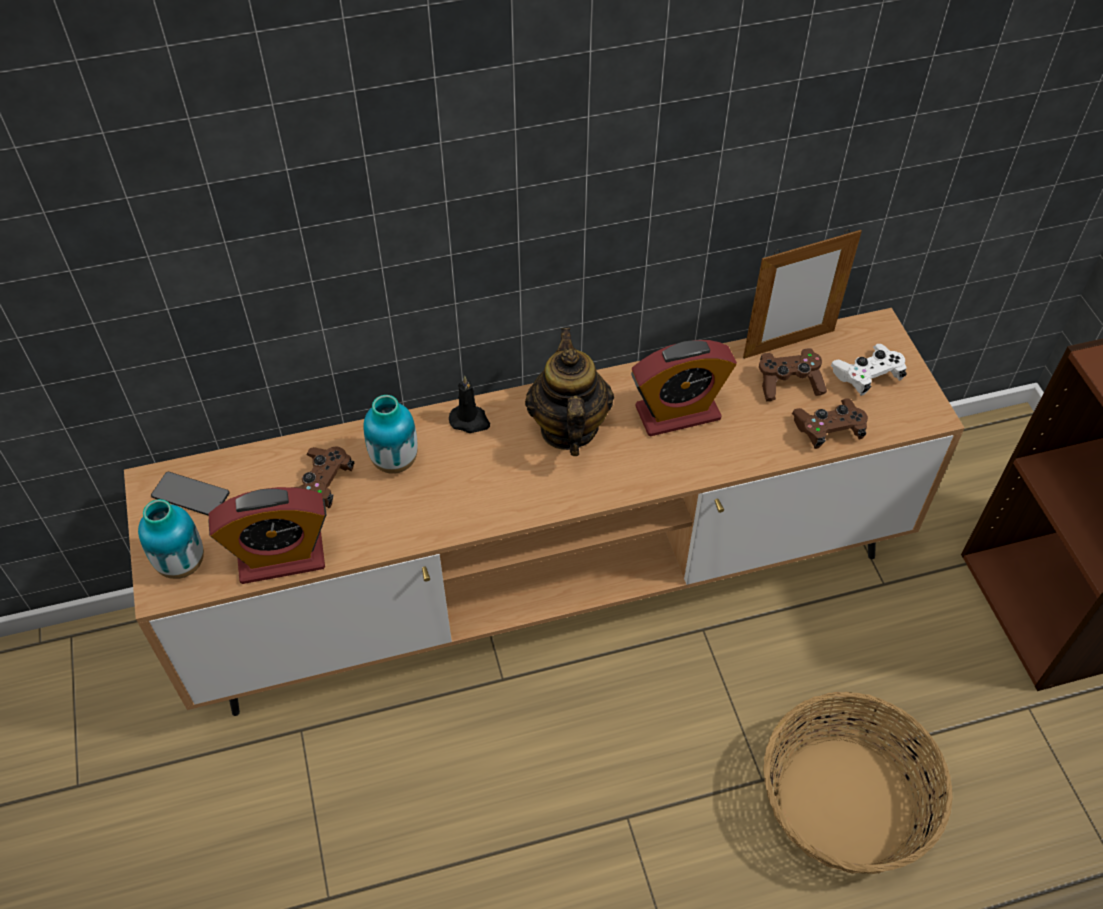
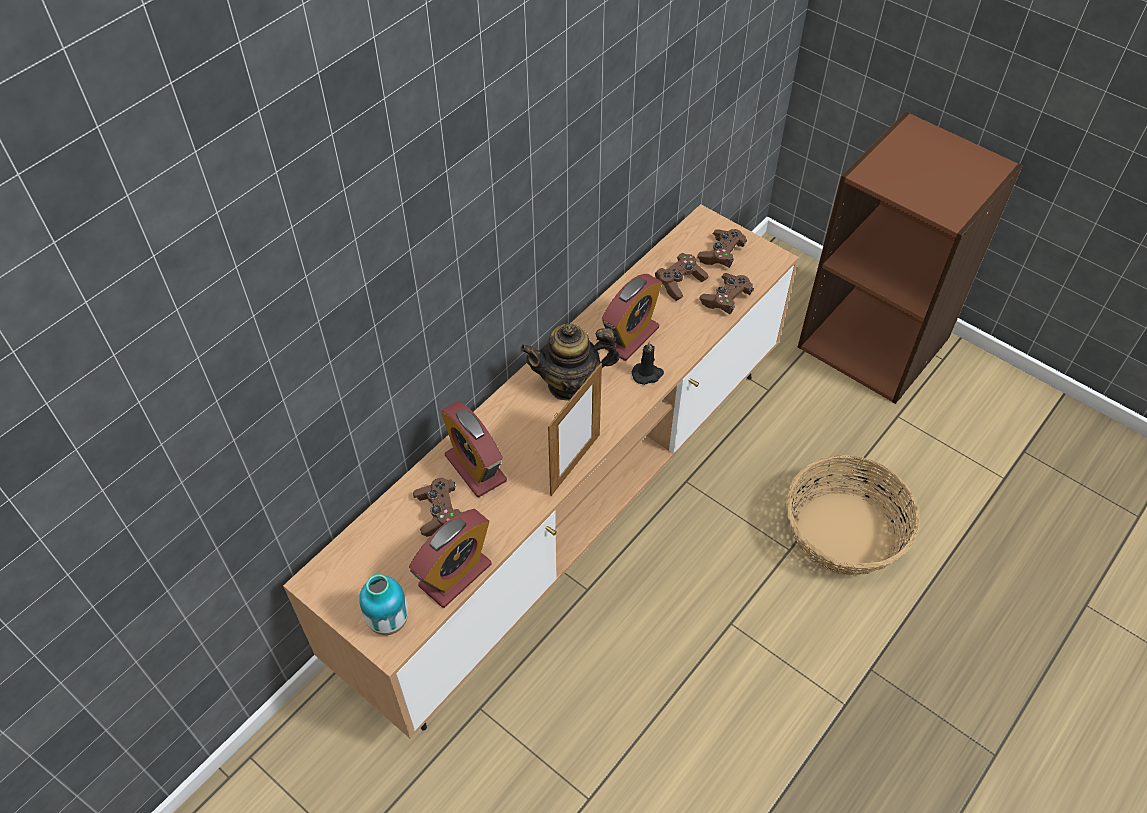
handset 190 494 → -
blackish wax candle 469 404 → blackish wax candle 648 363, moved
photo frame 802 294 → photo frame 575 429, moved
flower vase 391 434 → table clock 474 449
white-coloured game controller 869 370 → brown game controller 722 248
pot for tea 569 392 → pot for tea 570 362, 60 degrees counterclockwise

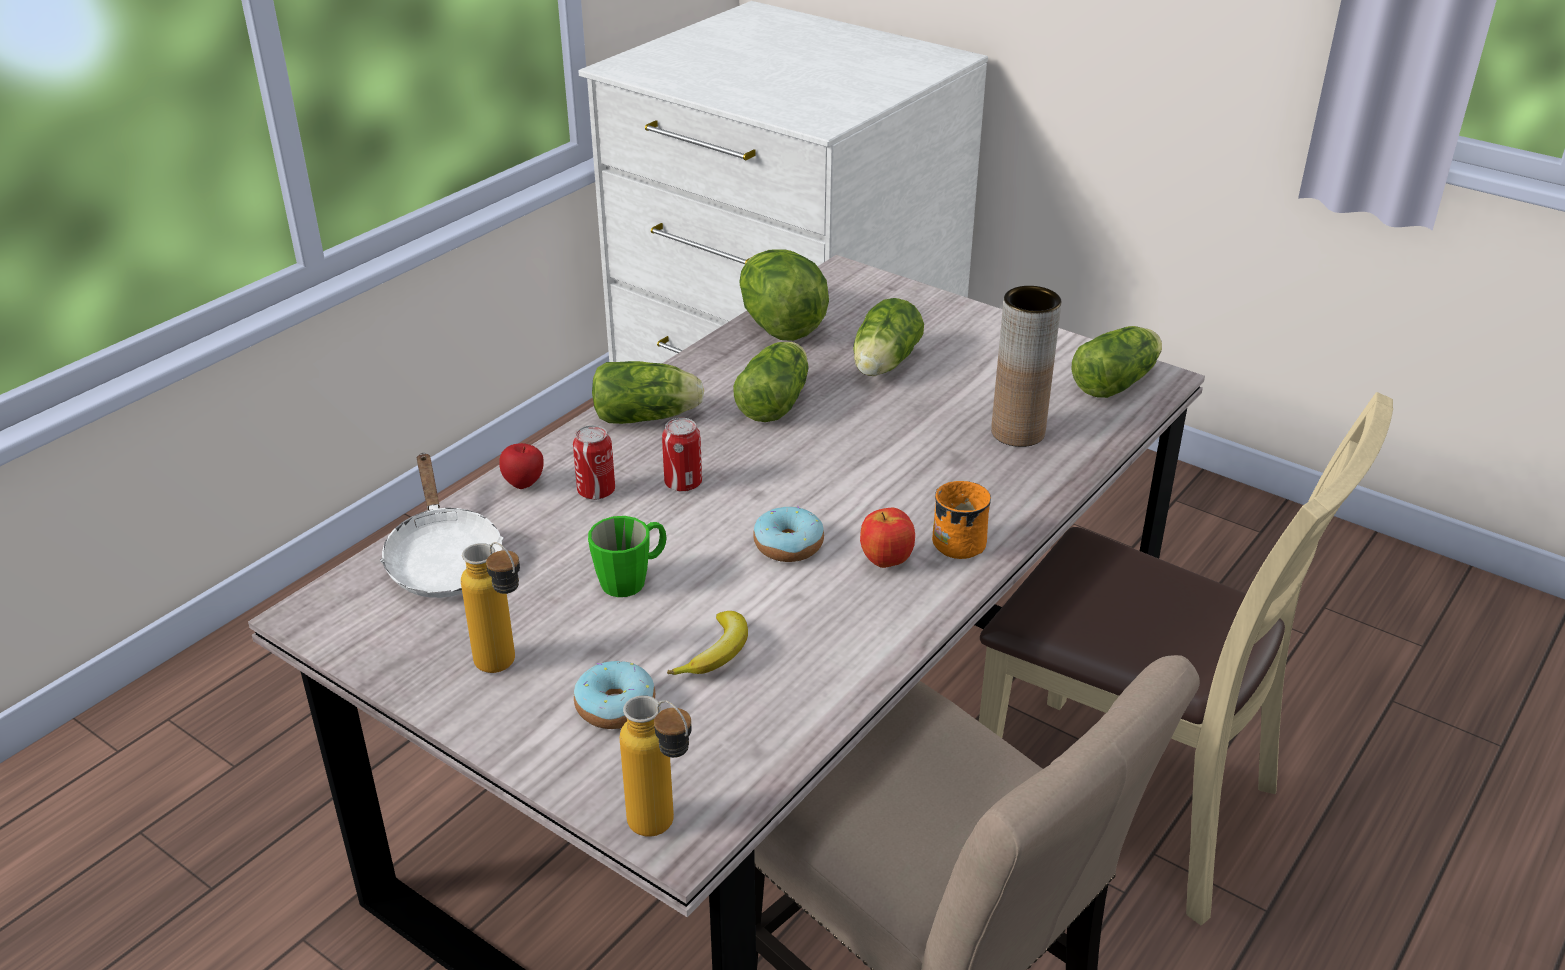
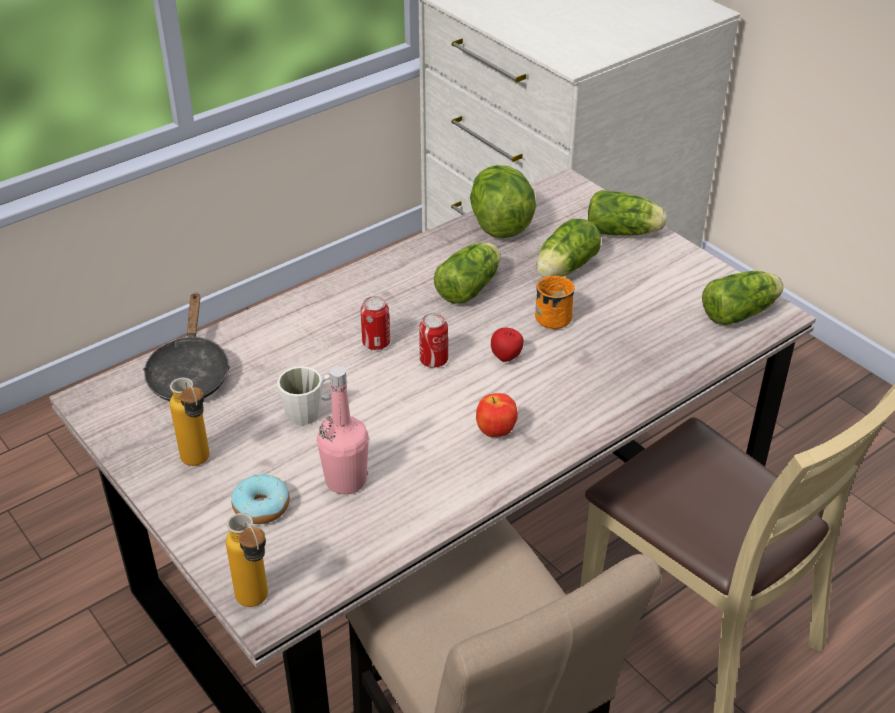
donut 788 534 → -
brown flower vase 1026 366 → -
whole apple 521 466 → whole apple 507 345, moved
sealed can 594 462 → sealed can 433 340, moved
head of lettuce 648 392 → head of lettuce 627 212, moved
orange coffee mug 961 520 → orange coffee mug 555 302, moved
whole banana 707 643 → pink drink bottle 343 430
white-coloured skillet 442 525 → blackish skillet 186 346
green coffee mug 627 556 → white-coloured coffee mug 304 395

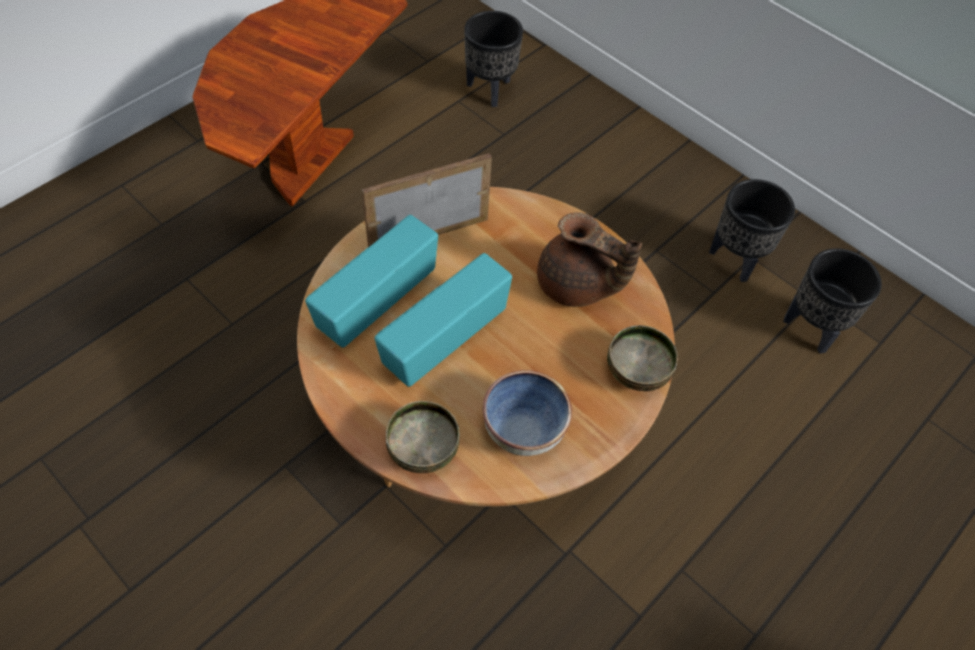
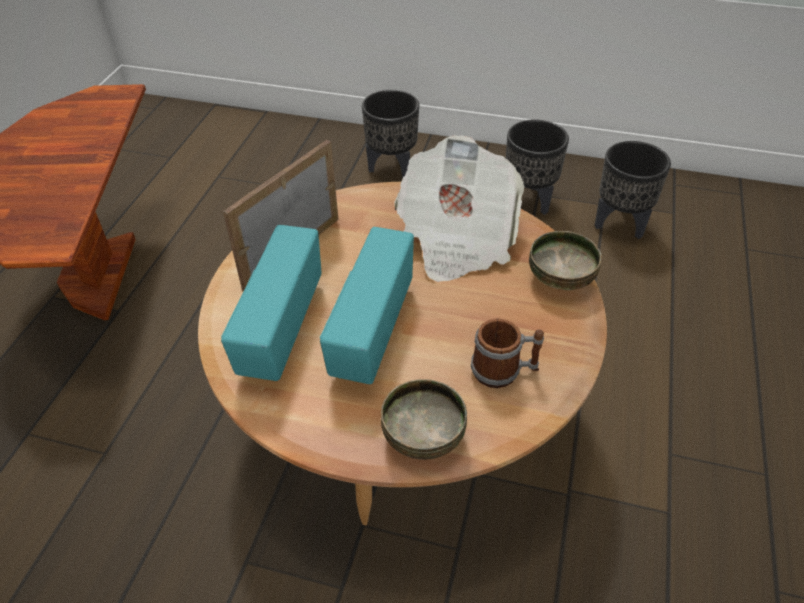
blackish planter 493 59 → blackish planter 390 134, moved
deep dish 527 413 → coffee mug 507 353
brown pot for tea 589 259 → newspaper 459 208

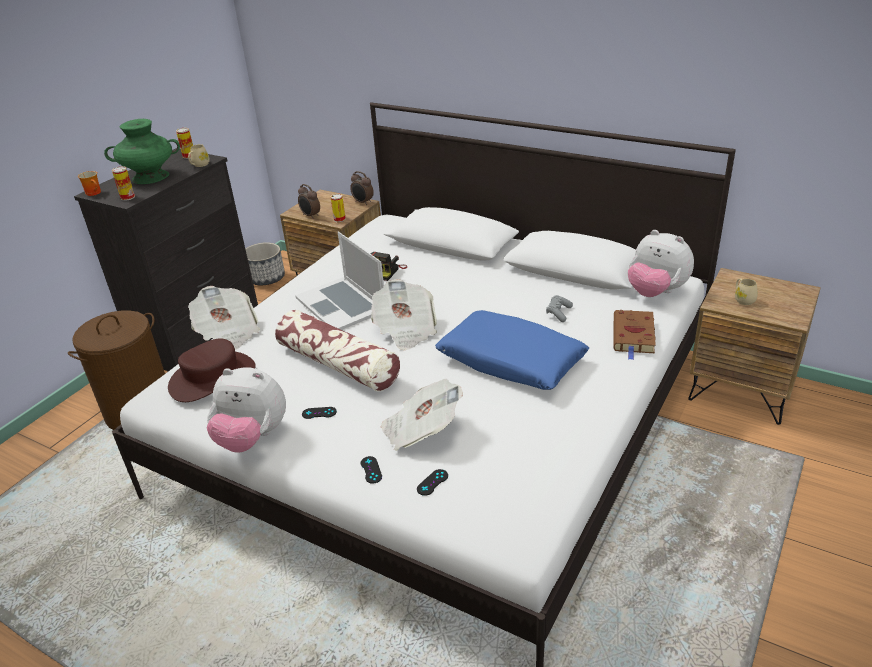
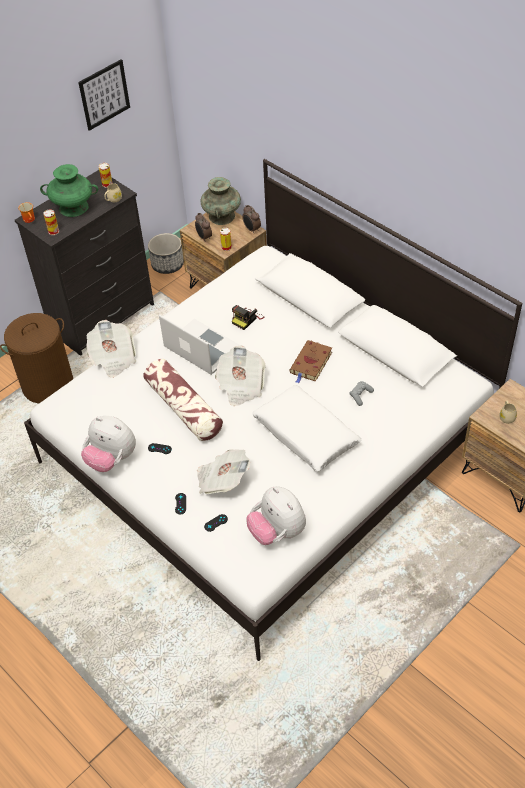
brown wearable hat 212 370 → -
- → picture 104 95
- → turquoise flower vase 221 201
brown volume 635 335 → brown volume 310 362, moved
plush toy 661 263 → plush toy 276 515, moved
bluish pillow 512 350 → white-coloured pillow 306 428
notebook computer 339 281 → notebook computer 200 344, 150 degrees clockwise

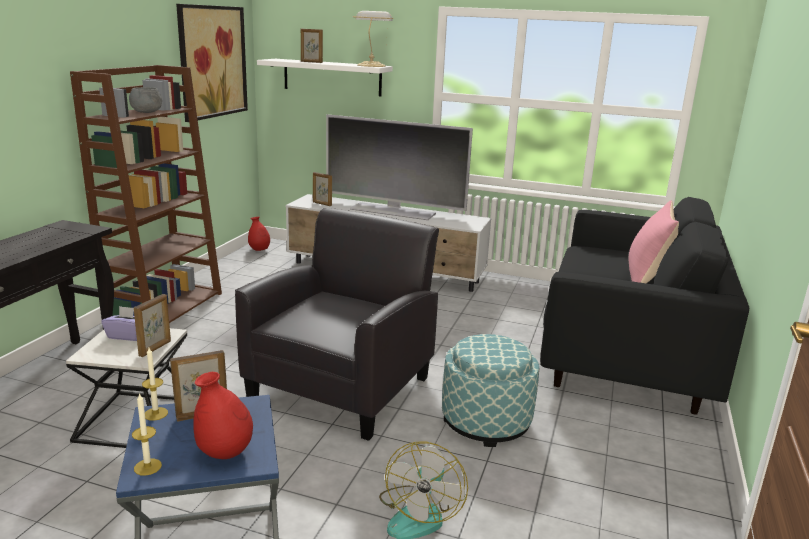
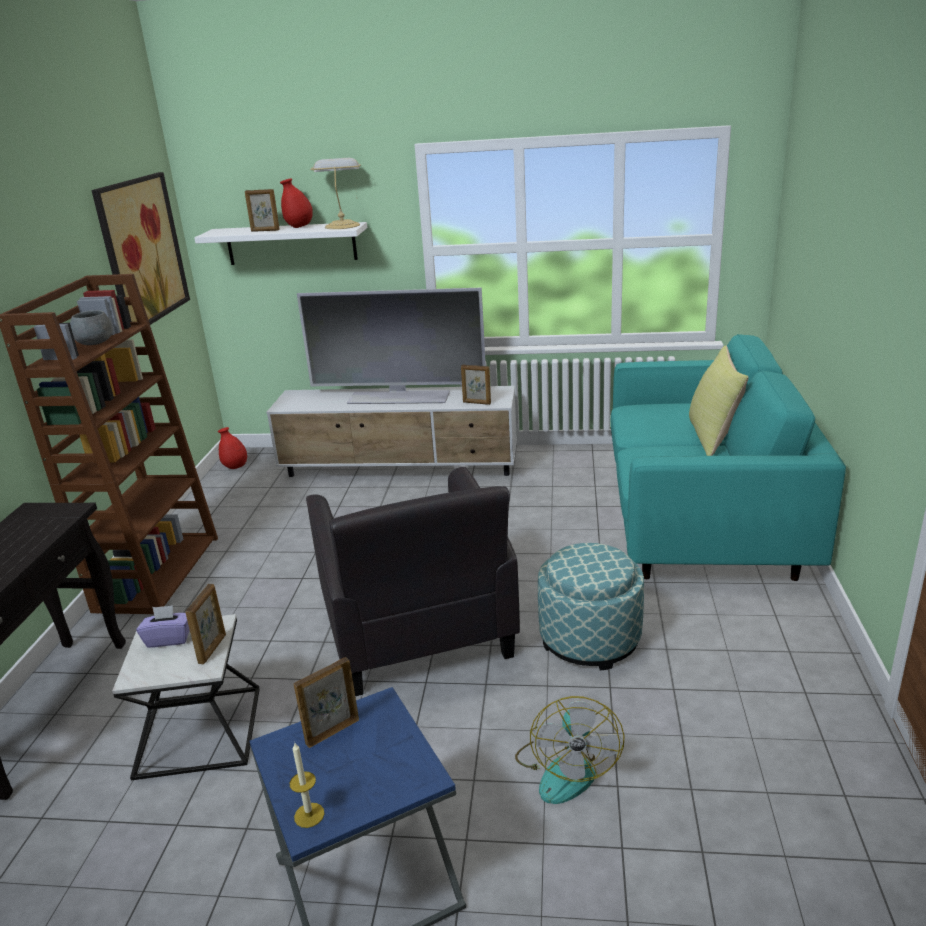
wax candle 155 384 → -
red-coloured flower vase 223 415 → red-coloured flower vase 296 203, moved
photo frame 322 189 → photo frame 476 385, moved
blackish couch 645 306 → turquoise couch 728 457
pink pillow 654 241 → yellow-coloured pillow 719 400
blackish lounge chair 337 324 → blackish lounge chair 413 581, 150 degrees clockwise

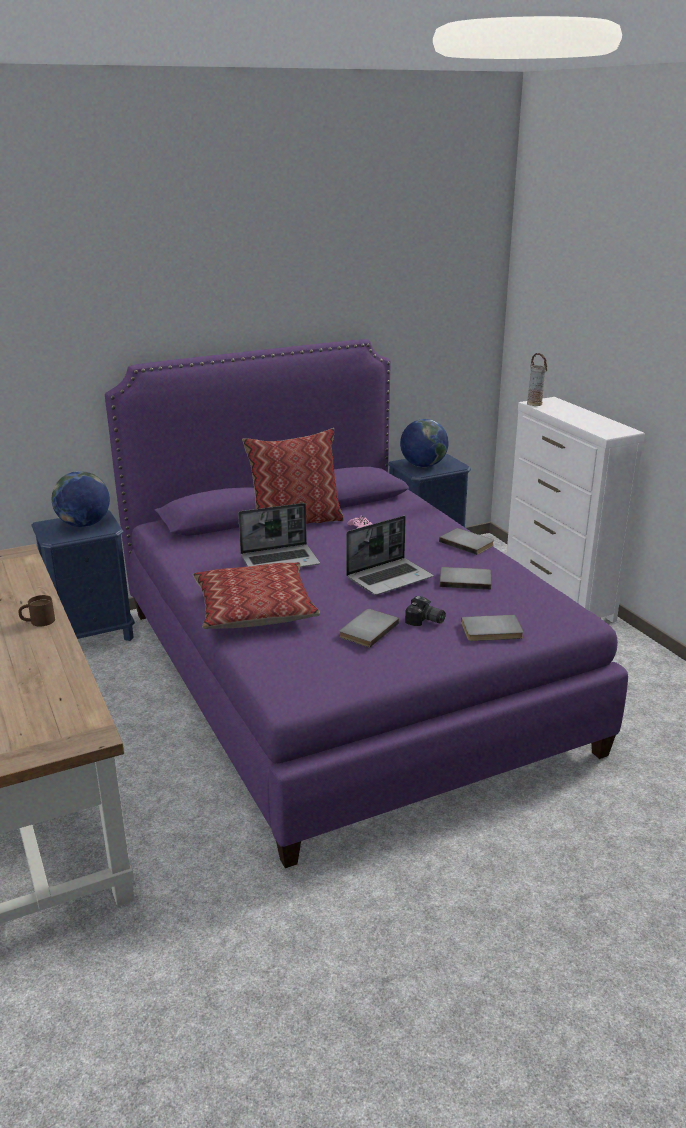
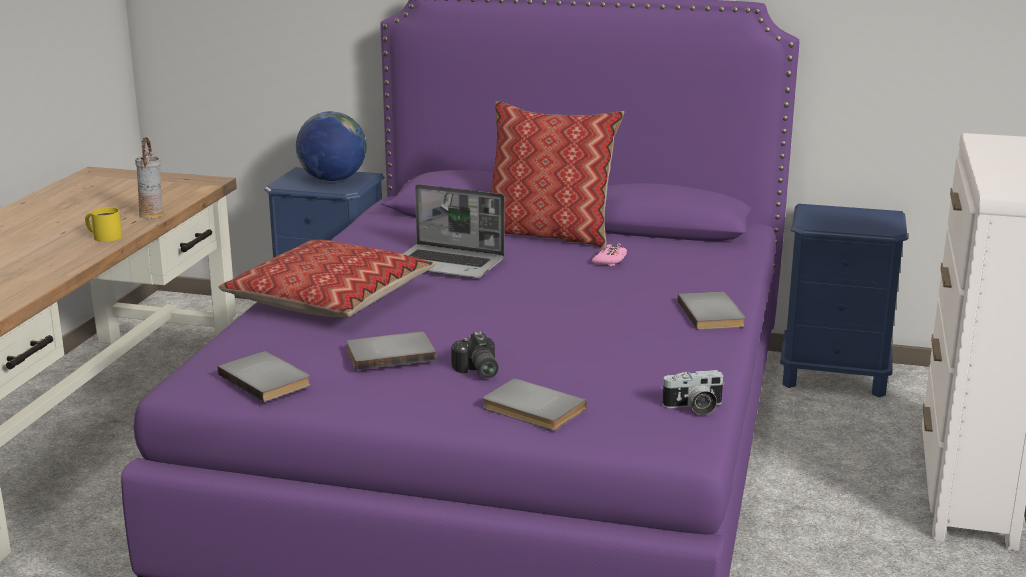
notebook computer 389 555 → -
world globe 424 443 → -
- → still camera 693 392
greyish volume 465 578 → greyish volume 264 376, moved
flower vase 537 379 → flower vase 149 178, moved
brown coffee mug 37 611 → yellow-coloured coffee mug 103 224

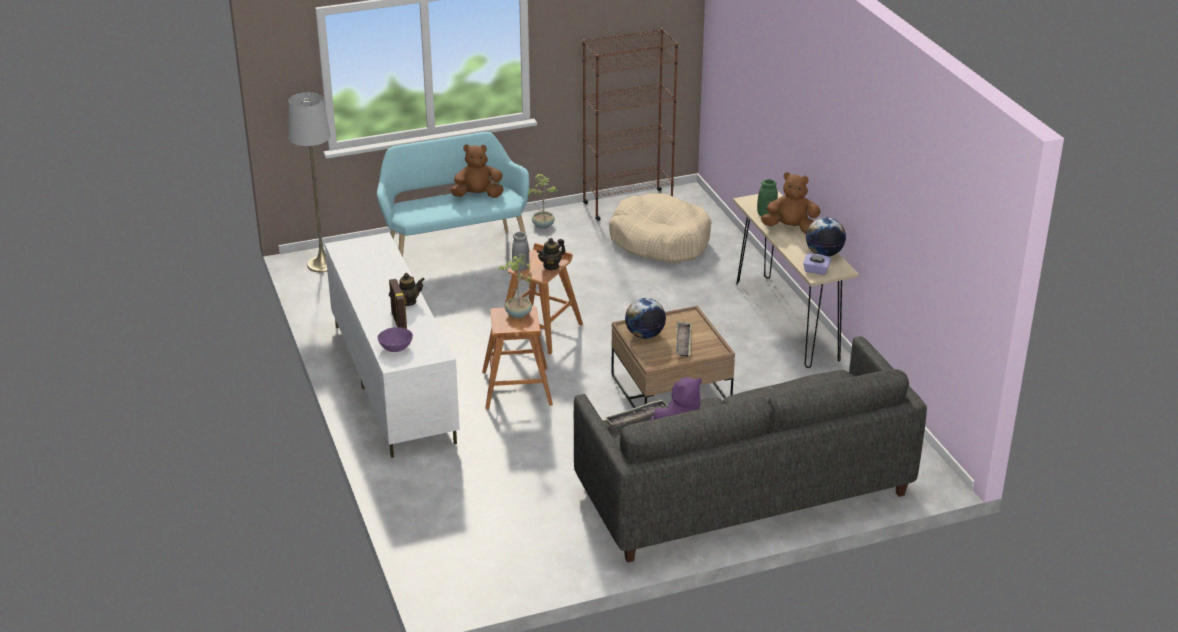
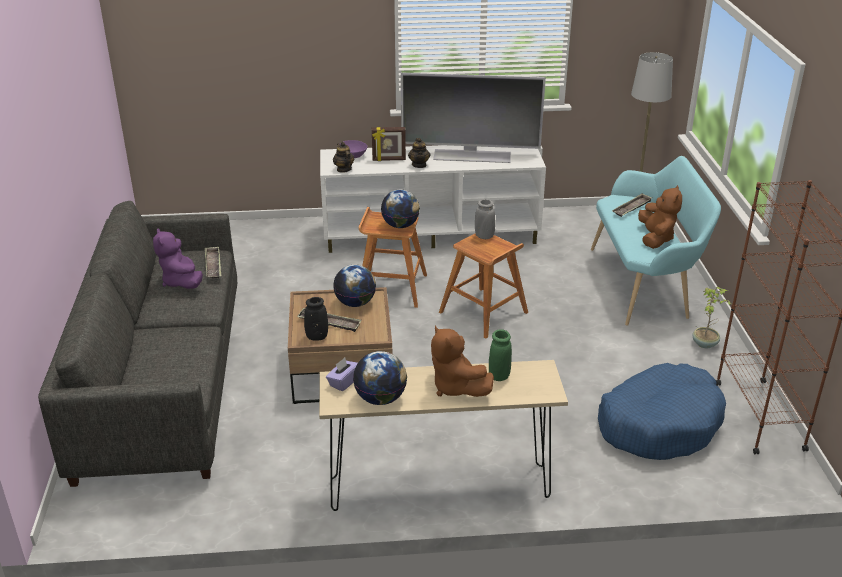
- → blackish flower vase 316 319
- → television 473 118
- → tray 632 205
pot for tea 551 254 → pot for tea 343 157, moved
potted plant 515 285 → world globe 400 209
beige pet bed 660 229 → bluish pet bed 662 411
brown plush toy 791 203 → brown plush toy 462 361, 120 degrees clockwise

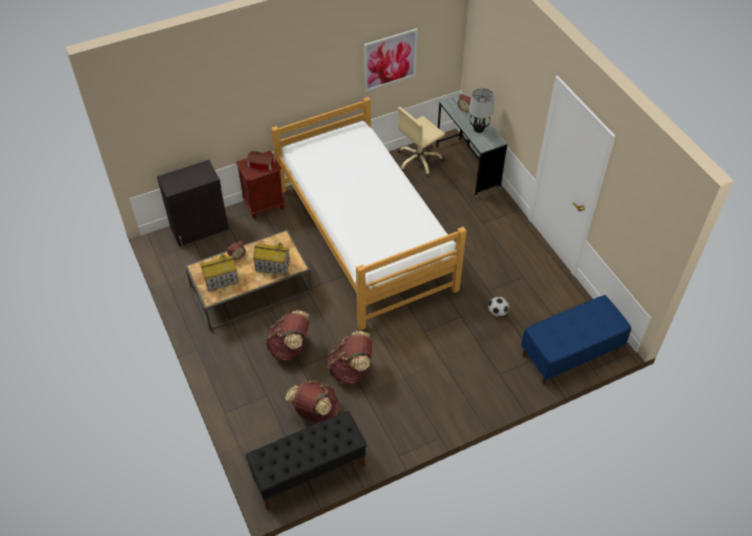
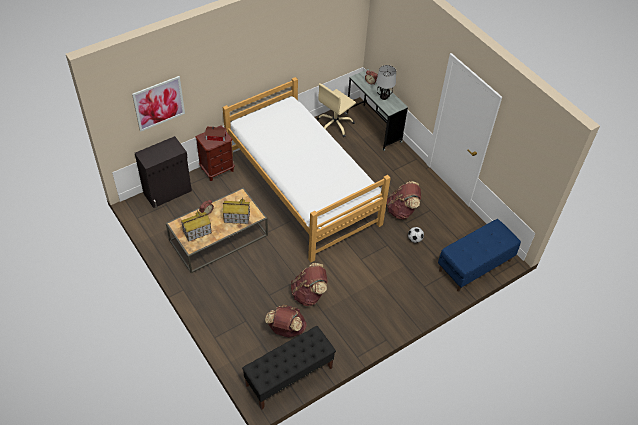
brown knapsack 287 335 → brown knapsack 404 200, moved
picture 391 60 → picture 158 104, moved

